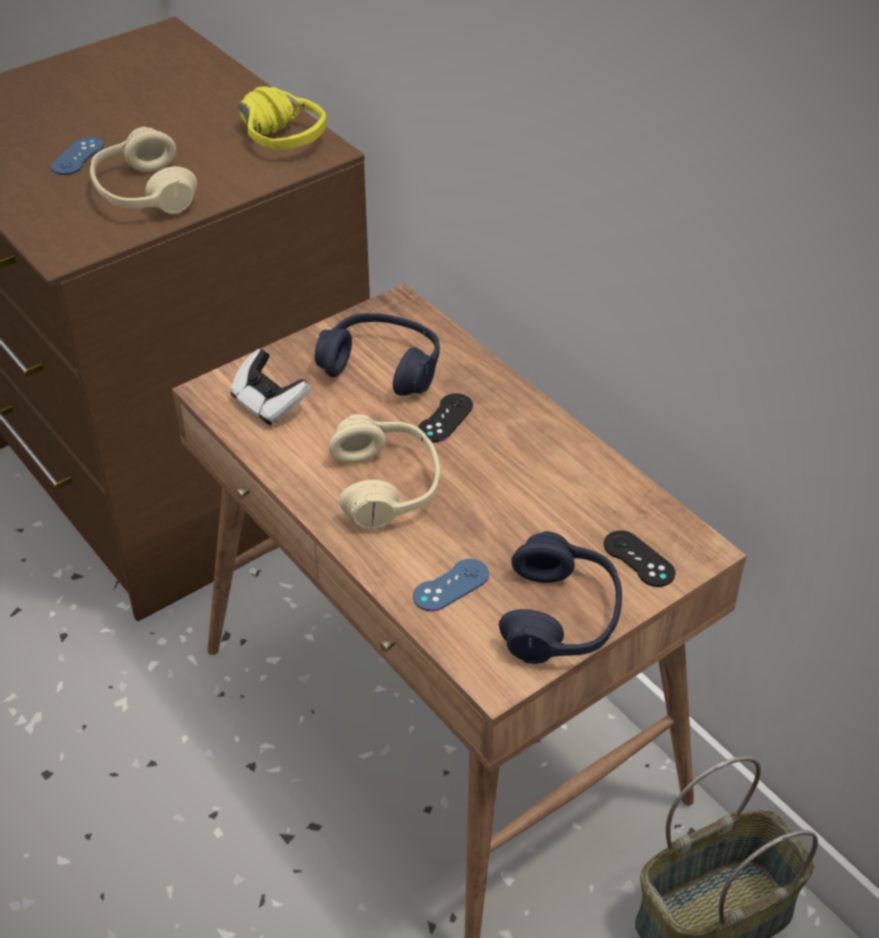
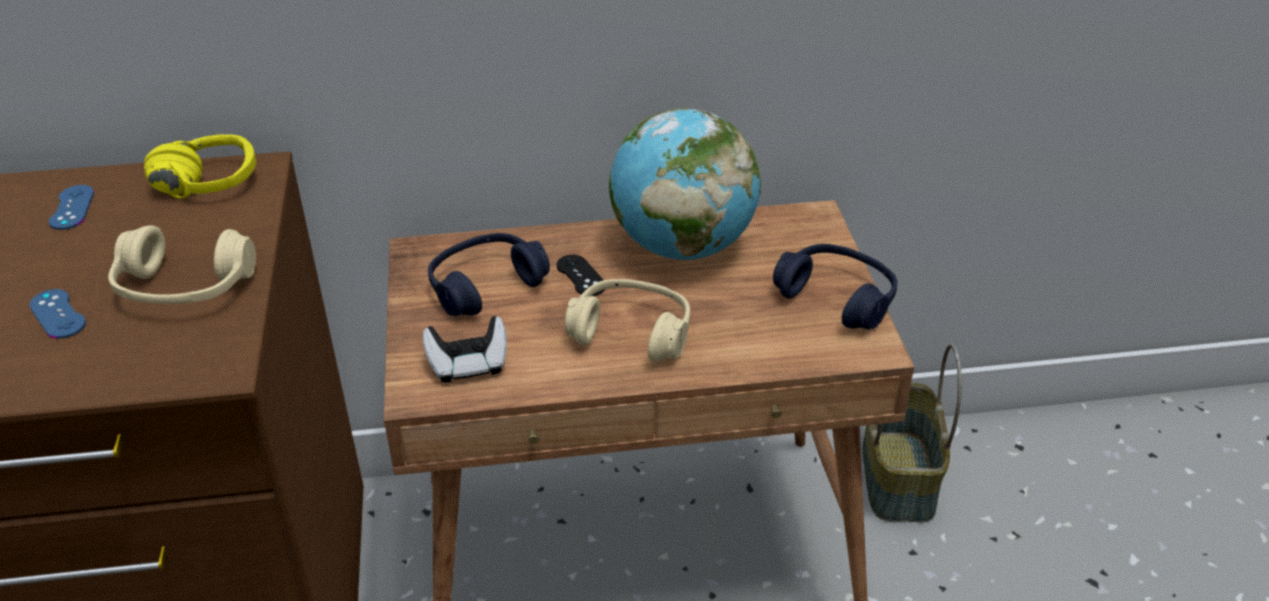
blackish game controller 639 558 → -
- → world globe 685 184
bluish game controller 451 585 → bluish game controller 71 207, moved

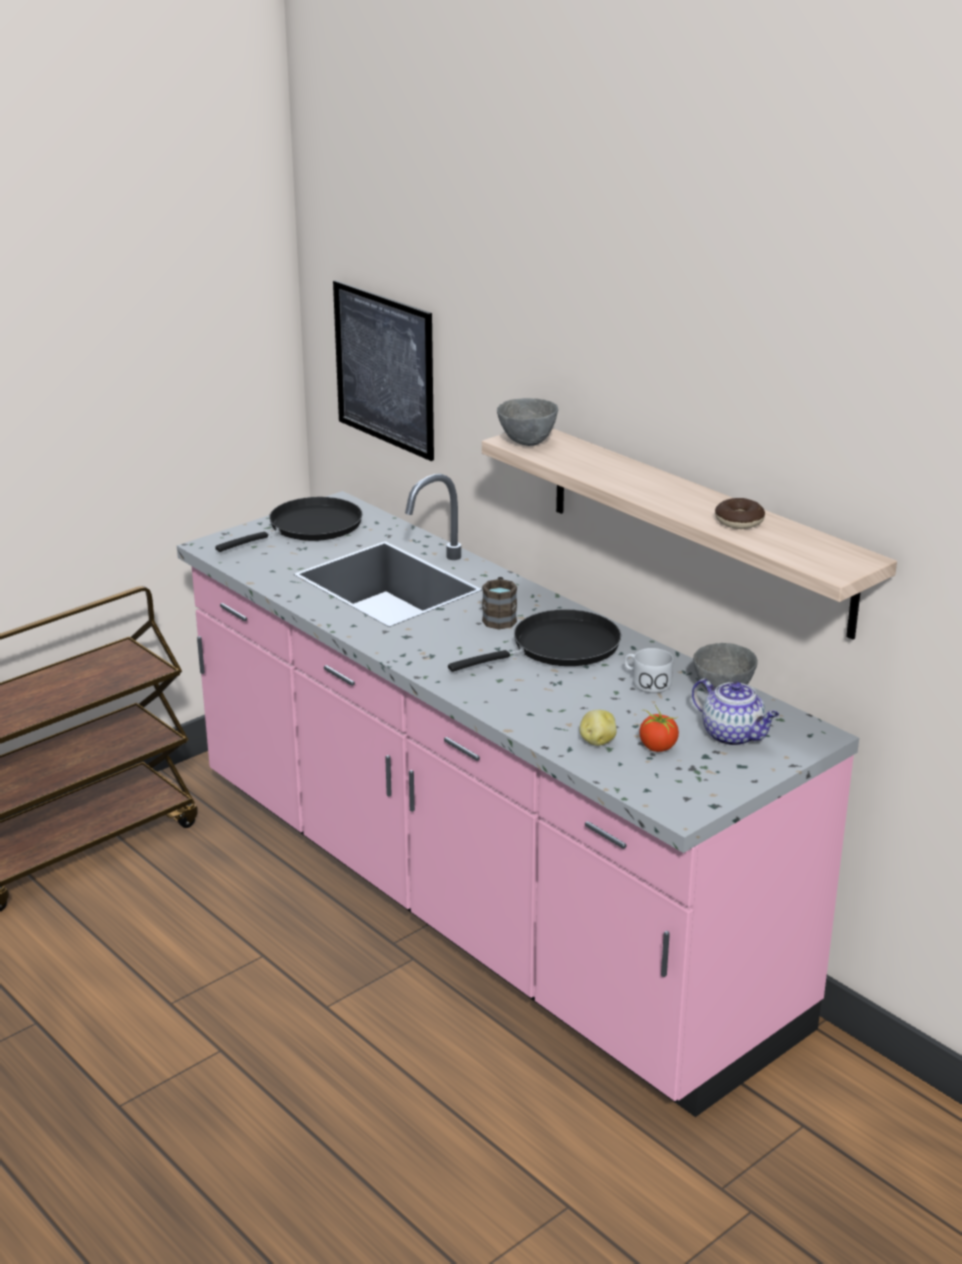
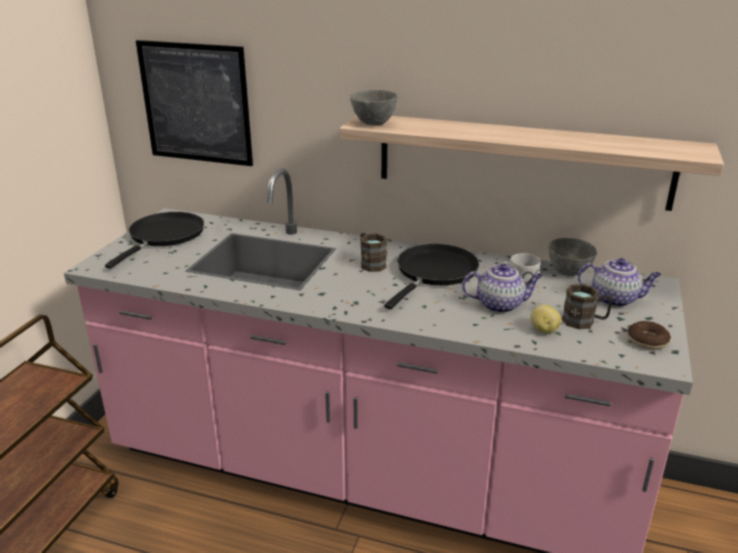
- → pot for tea 502 288
donut 740 513 → donut 649 335, moved
whole tomato 659 728 → brown coffee mug 587 306

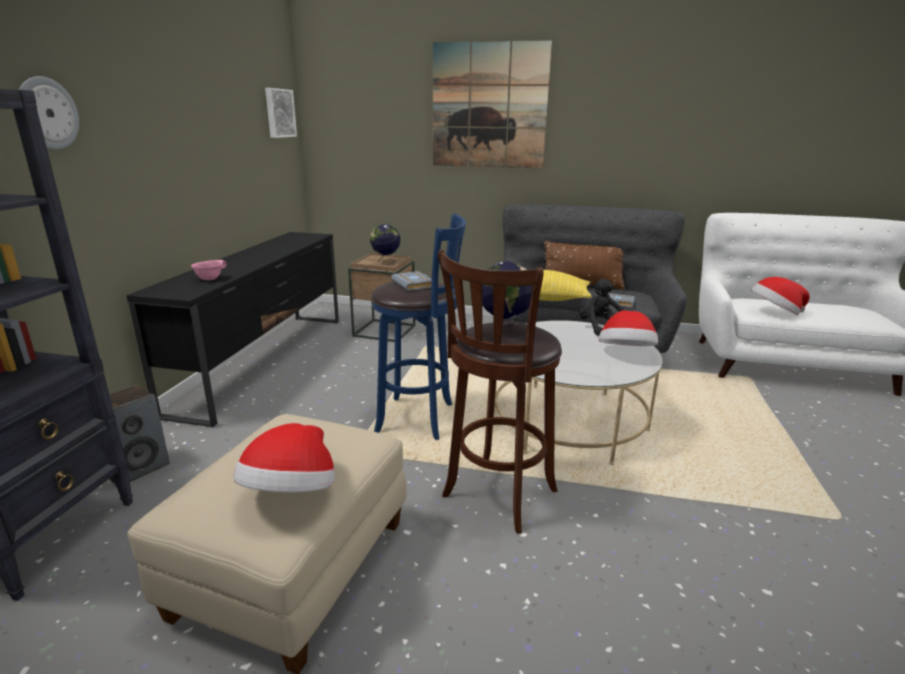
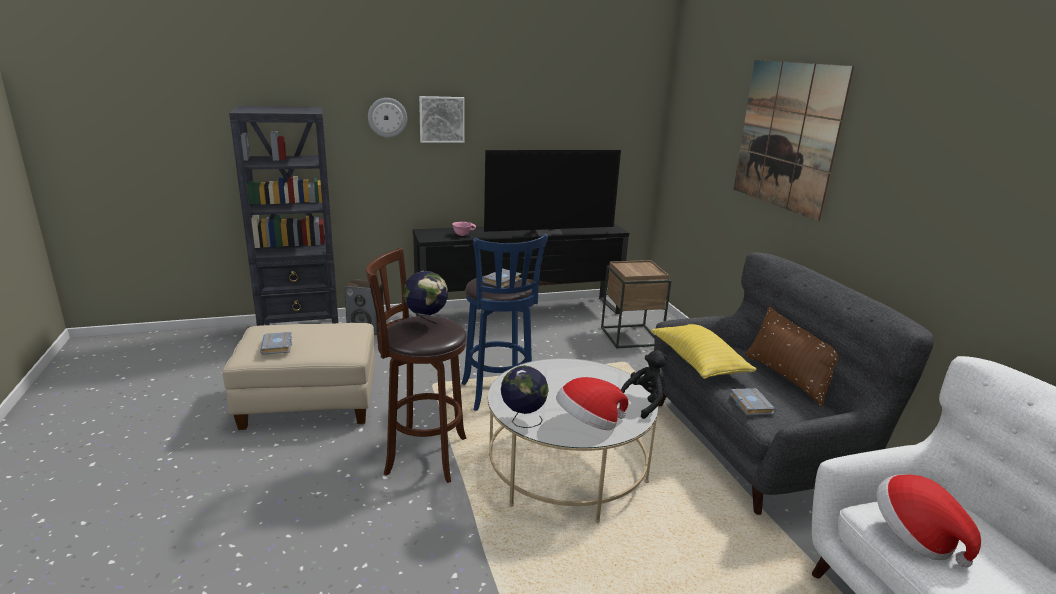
- → television 552 193
picture 281 113 → picture 442 119, moved
world globe 385 244 → world globe 525 396, moved
wearable hat 284 457 → greyish volume 276 343

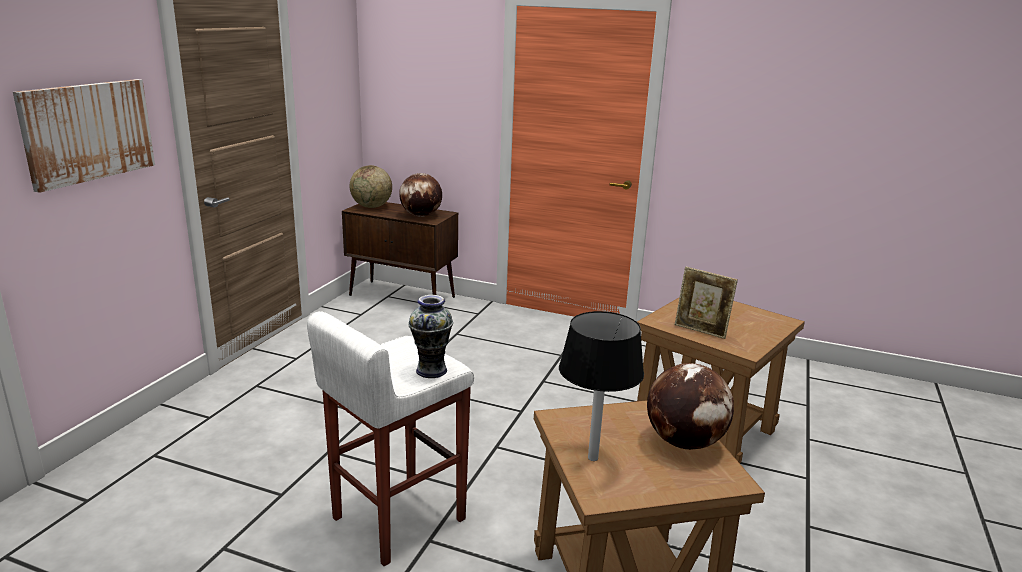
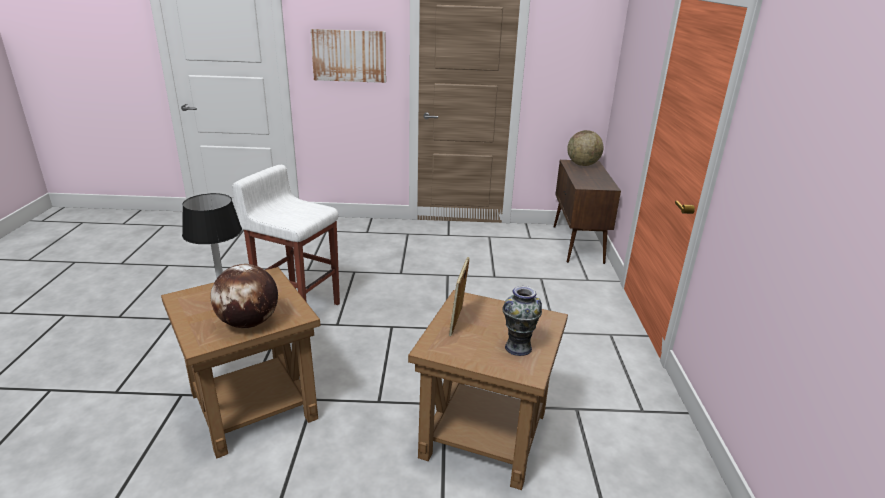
world globe 420 195 → -
flower vase 430 336 → flower vase 522 321, moved

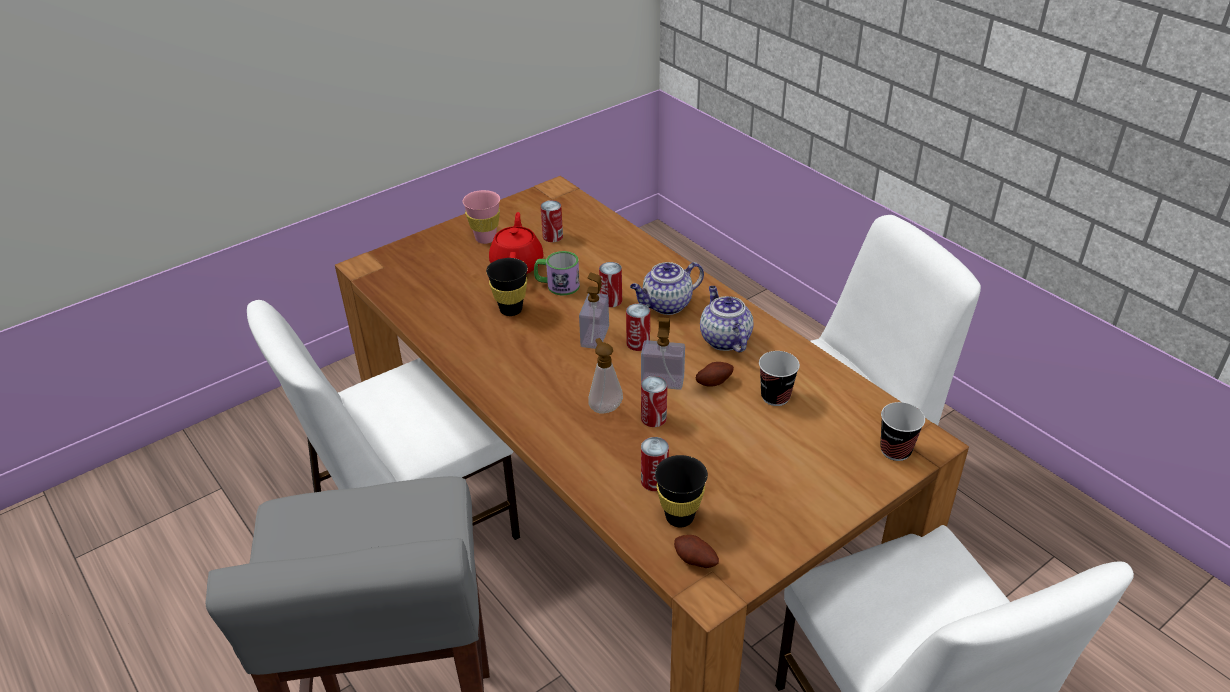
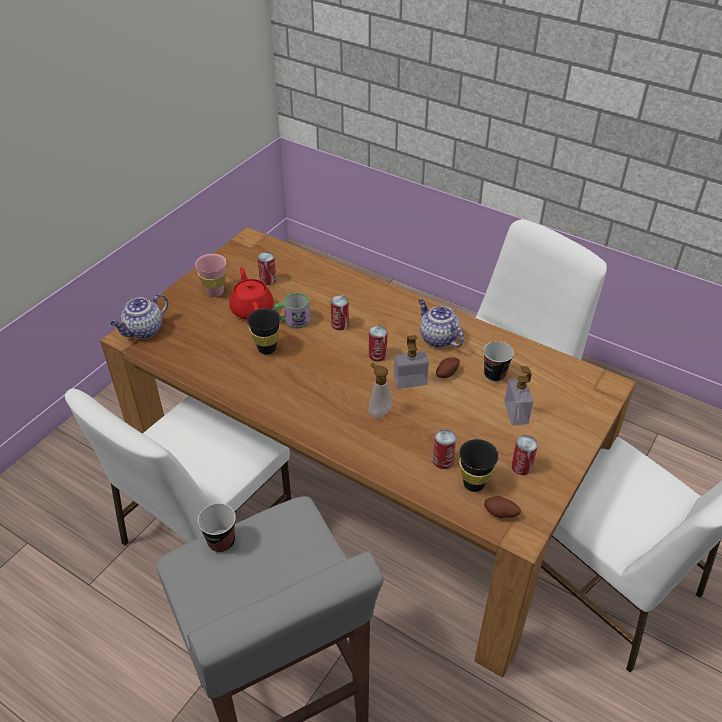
soap dispenser 594 310 → soap dispenser 518 395, moved
pot for tea 667 288 → pot for tea 139 316, moved
sealed can 654 401 → sealed can 524 455, moved
cup 902 431 → cup 217 528, moved

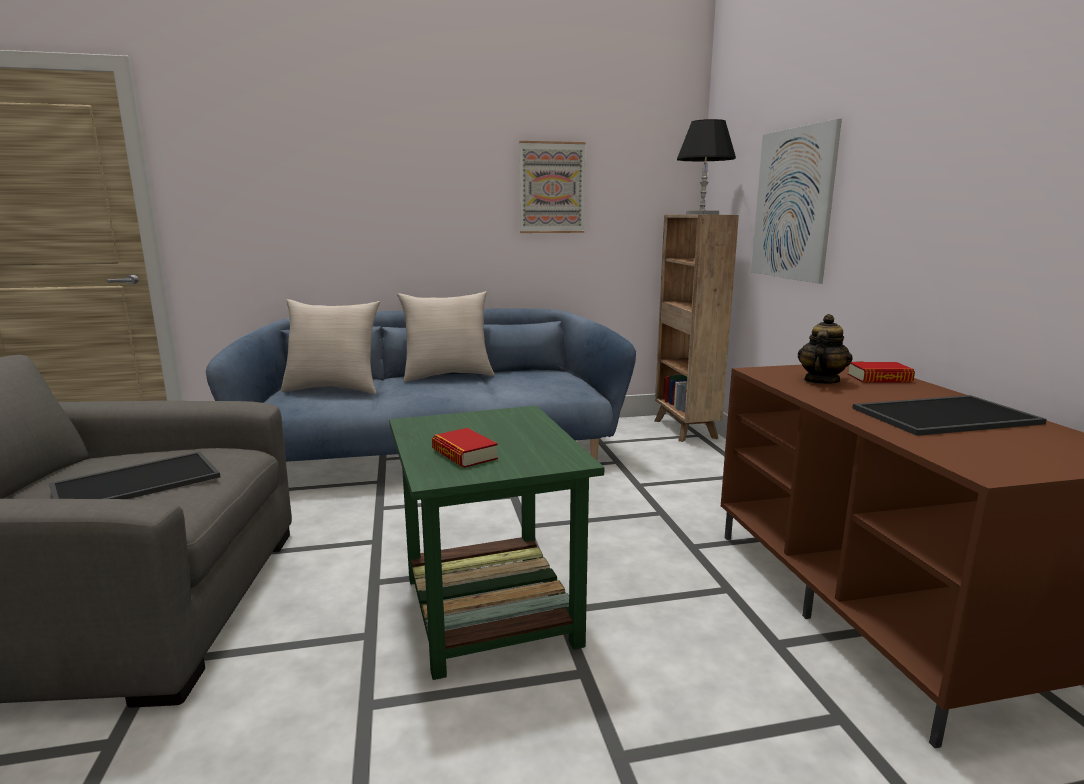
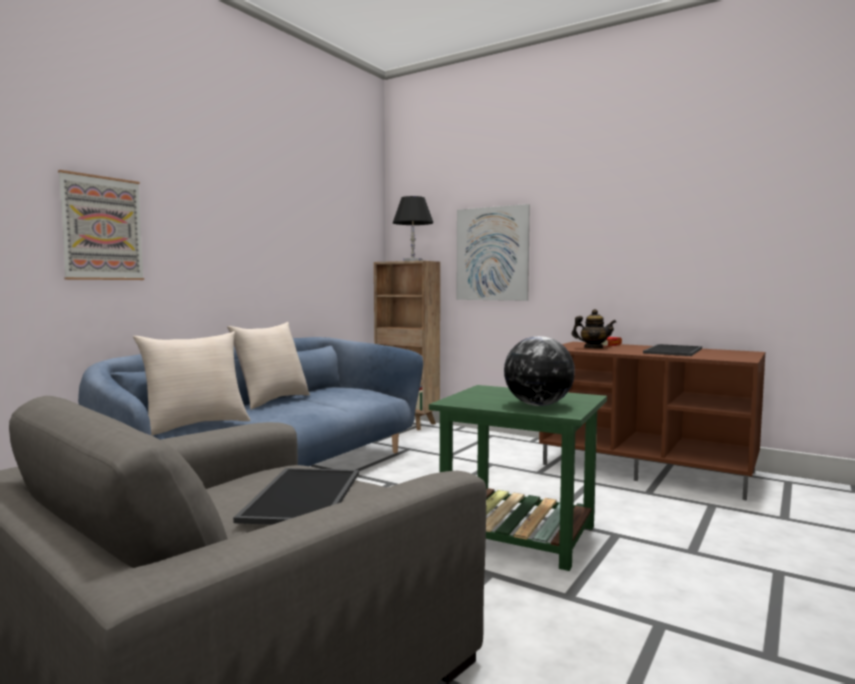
picture 552 187 → picture 101 225, moved
volume 465 448 → world globe 539 371
pot for tea 825 349 → pot for tea 594 328, 120 degrees clockwise

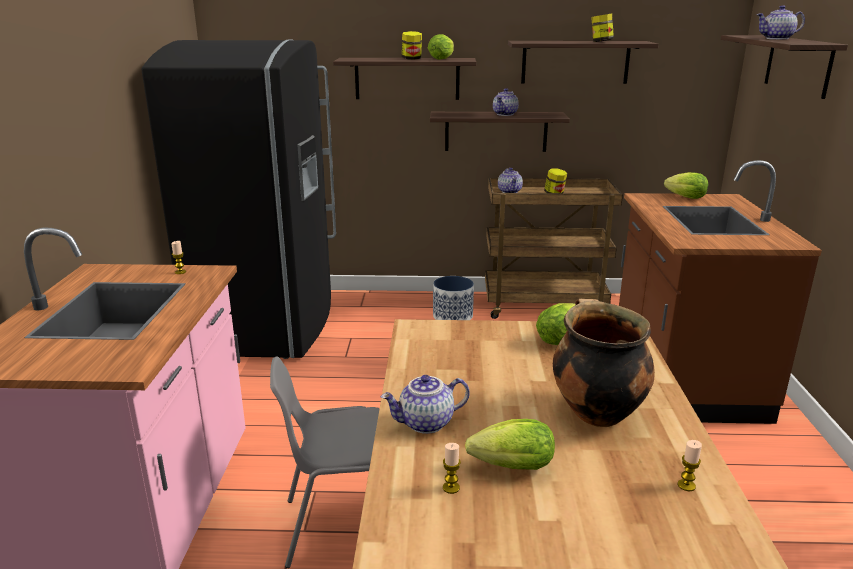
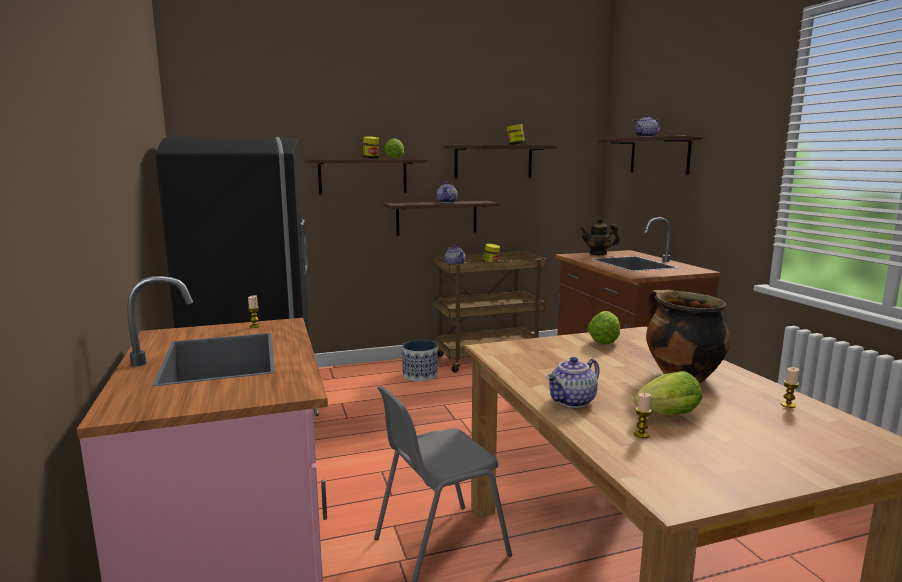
head of lettuce 686 185 → pot for tea 600 236

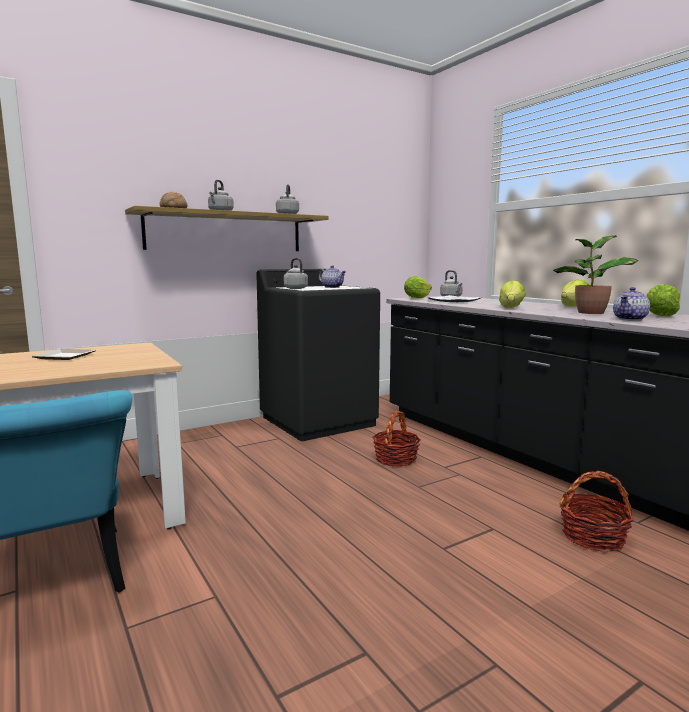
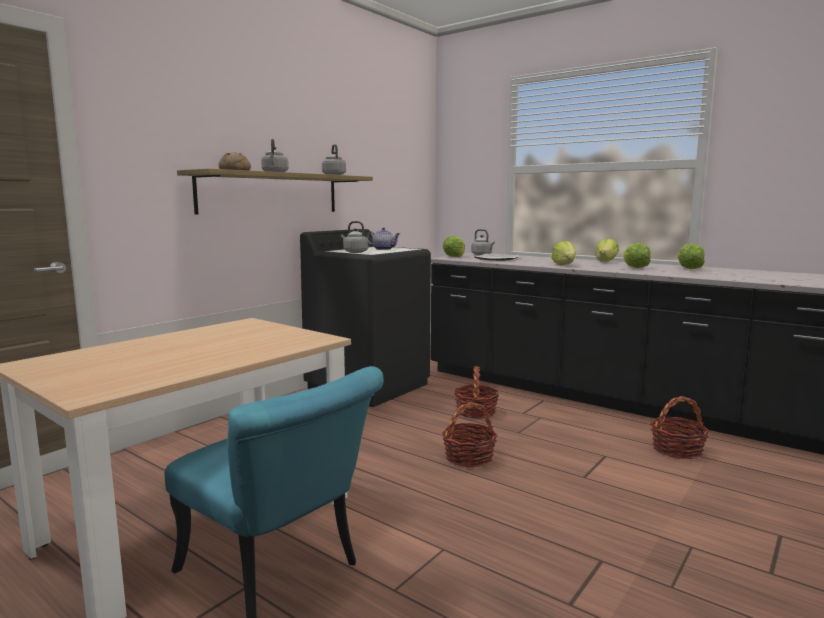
dinner plate 63 354 → -
pot for tea 631 304 → -
- → storage basket 470 434
potted plant 595 274 → head of lettuce 637 255

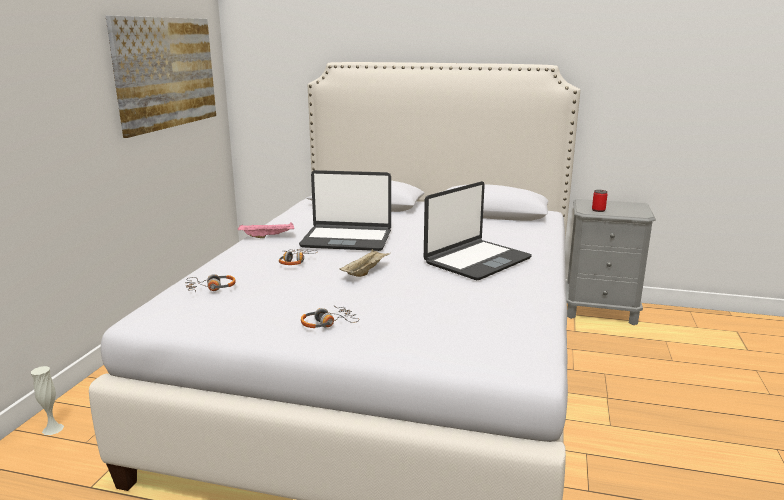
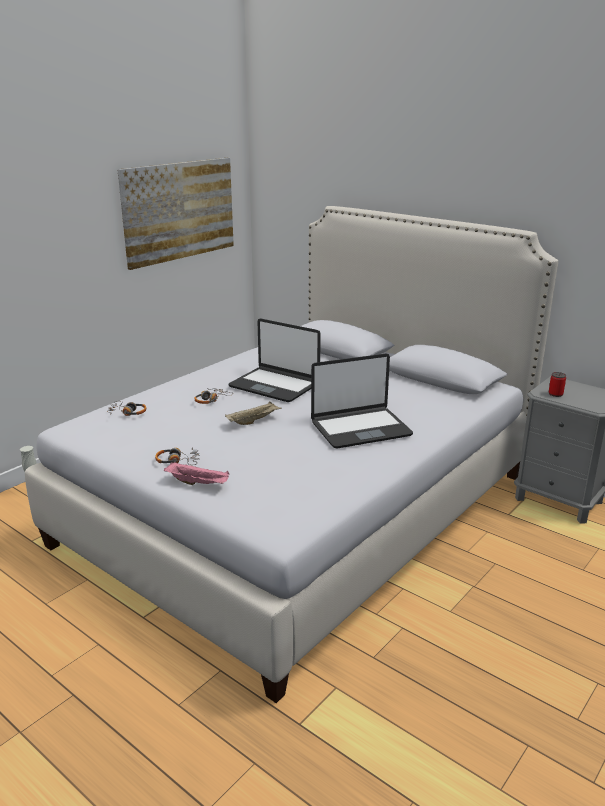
pink tray 266 230 → pink tray 197 473, moved

